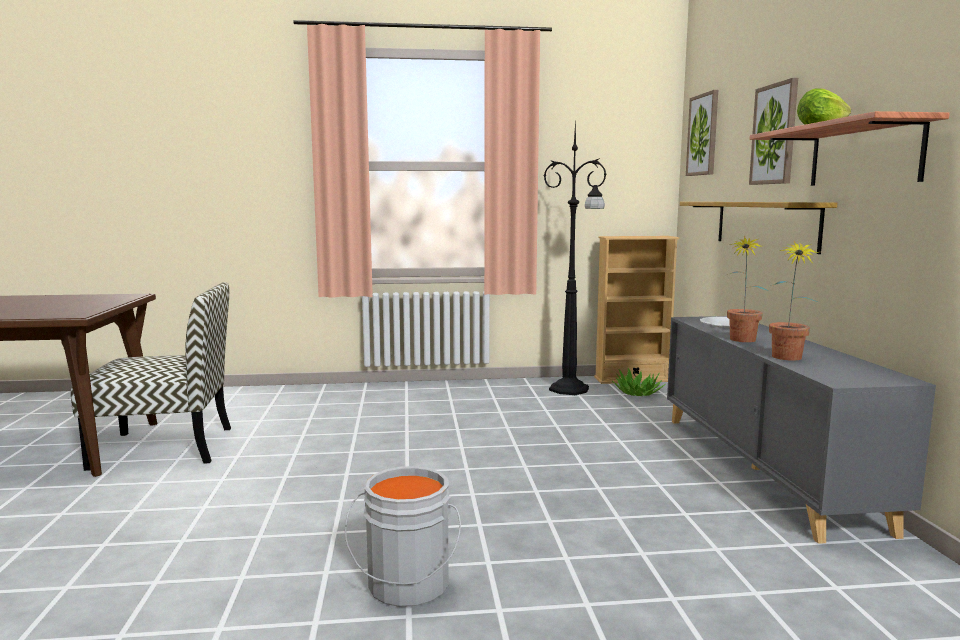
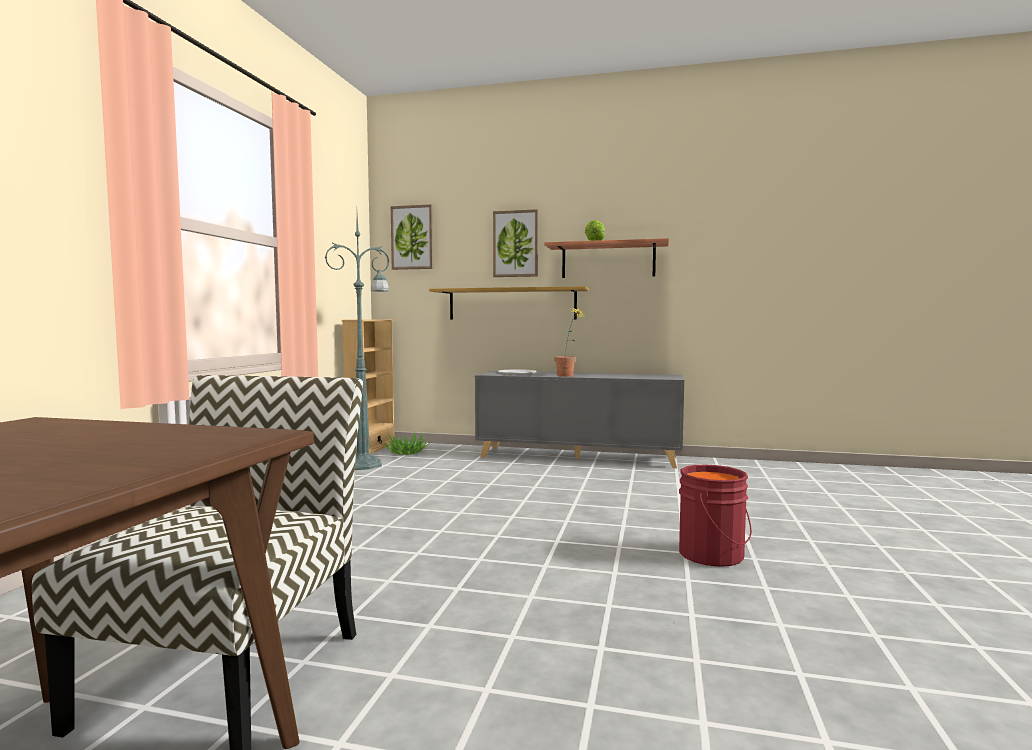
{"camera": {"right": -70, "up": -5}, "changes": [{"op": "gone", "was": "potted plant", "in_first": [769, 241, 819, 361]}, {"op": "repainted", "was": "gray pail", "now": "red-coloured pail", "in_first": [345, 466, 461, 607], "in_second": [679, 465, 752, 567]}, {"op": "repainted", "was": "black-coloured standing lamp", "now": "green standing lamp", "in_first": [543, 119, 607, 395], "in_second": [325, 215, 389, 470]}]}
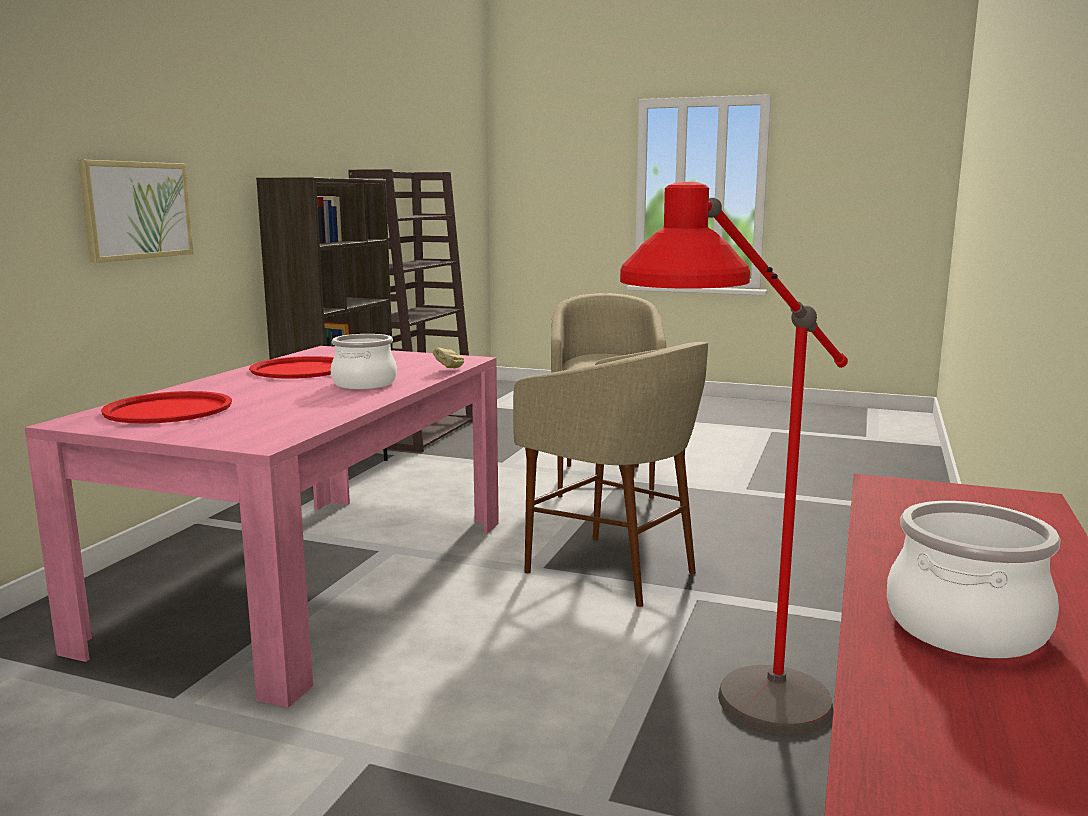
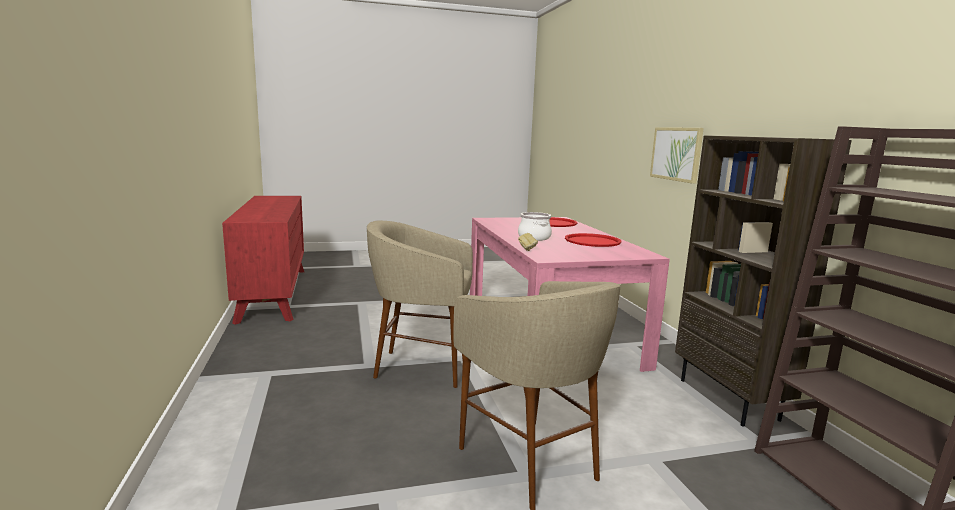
{"camera": {"right": 145, "up": 0}, "changes": [{"op": "gone", "was": "red-coloured standing lamp", "in_first": [620, 182, 848, 735]}, {"op": "gone", "was": "stockpot", "in_first": [887, 501, 1061, 658]}]}
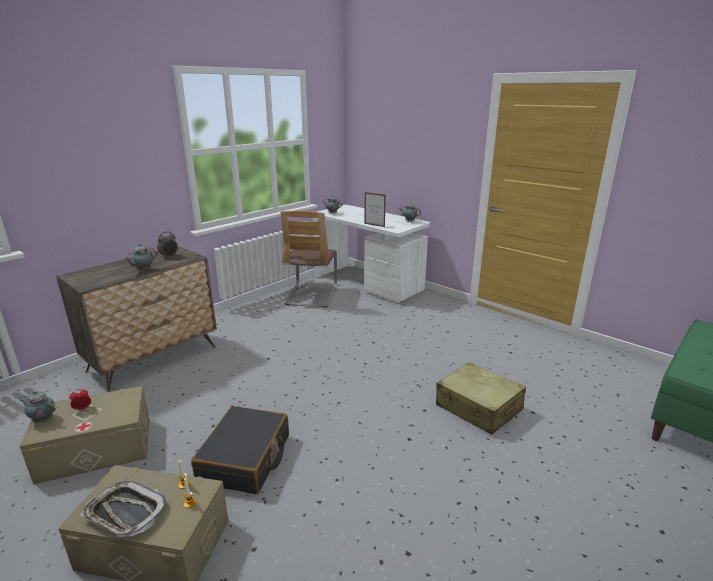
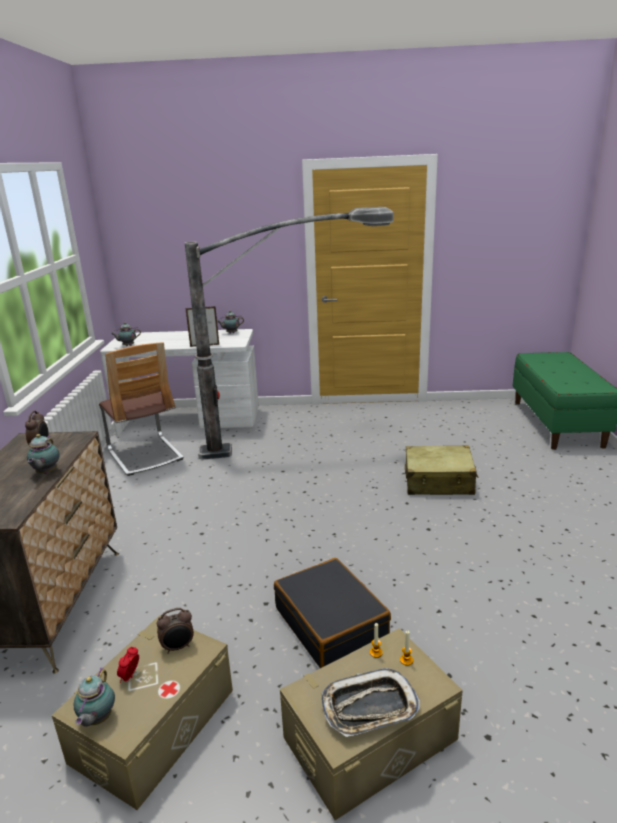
{"camera": {"right": -40, "up": 0}, "changes": [{"op": "new", "now": "bedside clock", "in_second": [157, 608, 194, 654]}, {"op": "new", "now": "standing lamp", "in_second": [185, 207, 394, 460]}, {"op": "rotated", "was": "teapot", "in_first": [20, 390, 56, 422], "in_second": [73, 667, 115, 727], "clockwise": -60}]}
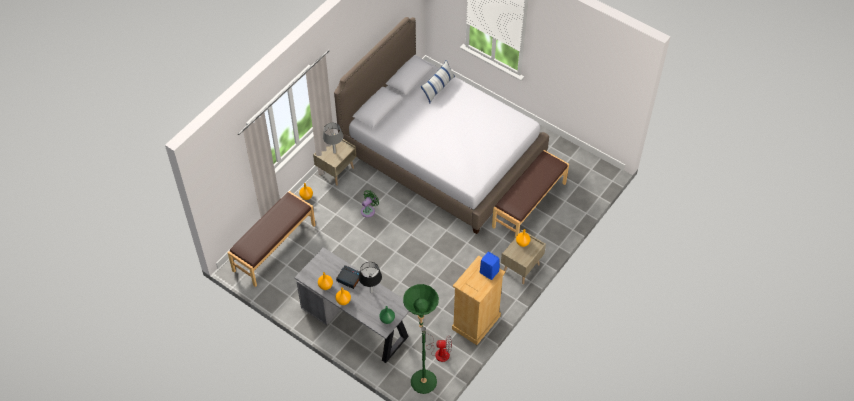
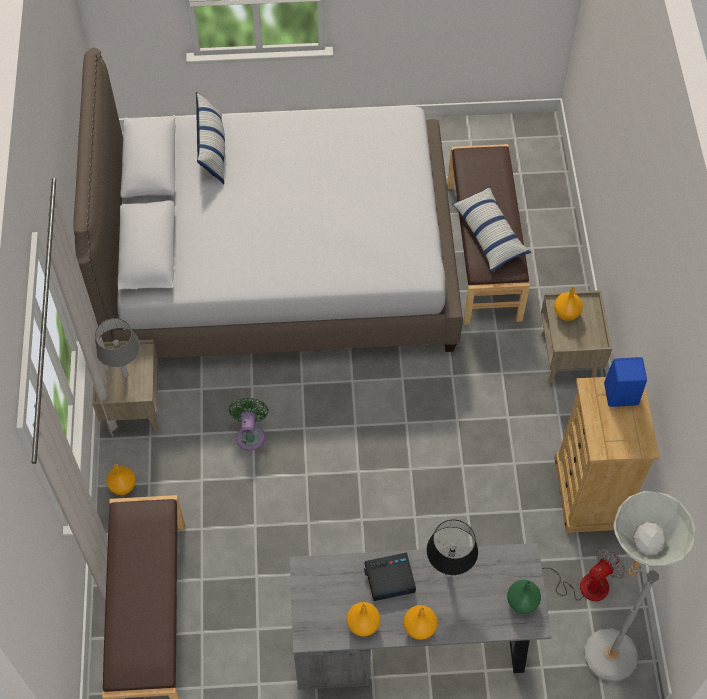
{"camera": {"right": -40, "up": 5}, "changes": [{"op": "new", "now": "throw pillow", "in_second": [452, 186, 531, 272]}, {"op": "repainted", "was": "green standing lamp", "now": "gray standing lamp", "in_first": [403, 284, 439, 394], "in_second": [584, 491, 696, 681]}]}
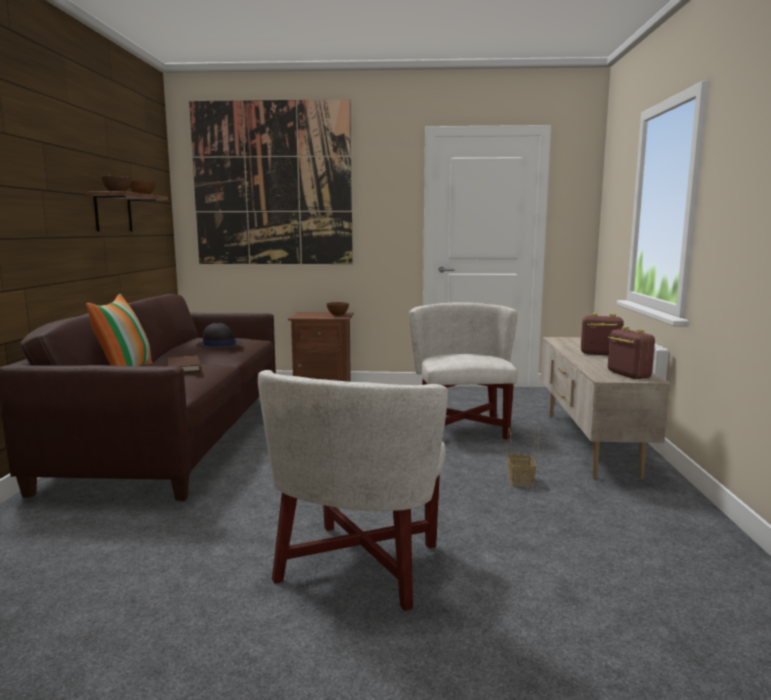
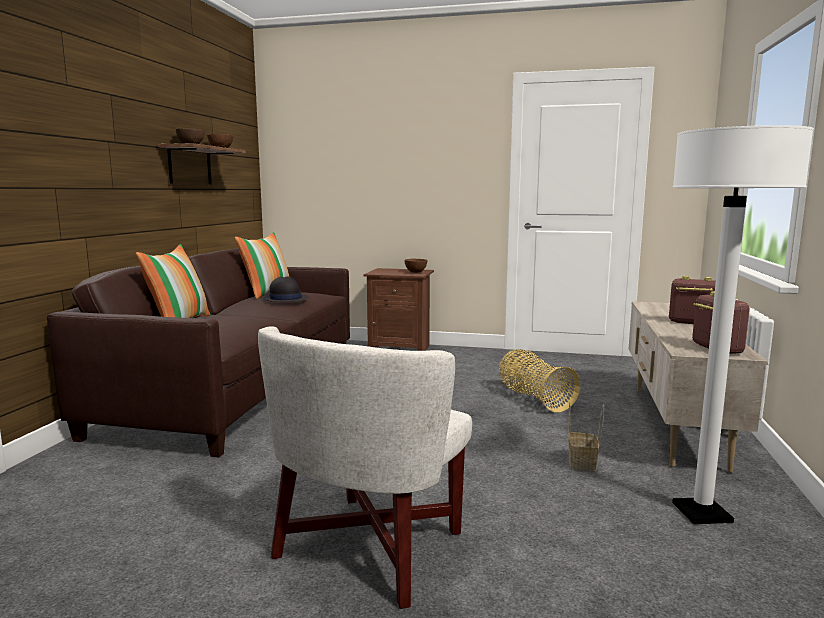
{"camera": {"right": 10, "up": 0}, "changes": [{"op": "gone", "was": "brown book", "in_first": [167, 356, 201, 373]}, {"op": "gone", "was": "wall picture", "in_first": [189, 99, 353, 264]}, {"op": "new", "now": "throw pillow", "in_second": [234, 232, 289, 299]}, {"op": "new", "now": "whitish standing lamp", "in_second": [672, 125, 814, 524]}, {"op": "swapped", "was": "whitish lounge chair", "now": "basket", "in_first": [409, 302, 518, 439], "in_second": [499, 349, 580, 412]}]}
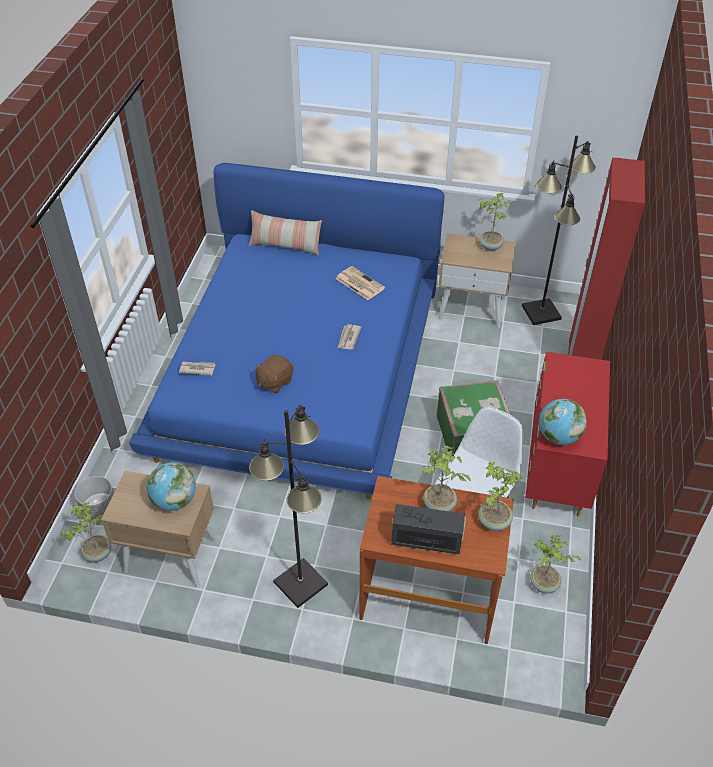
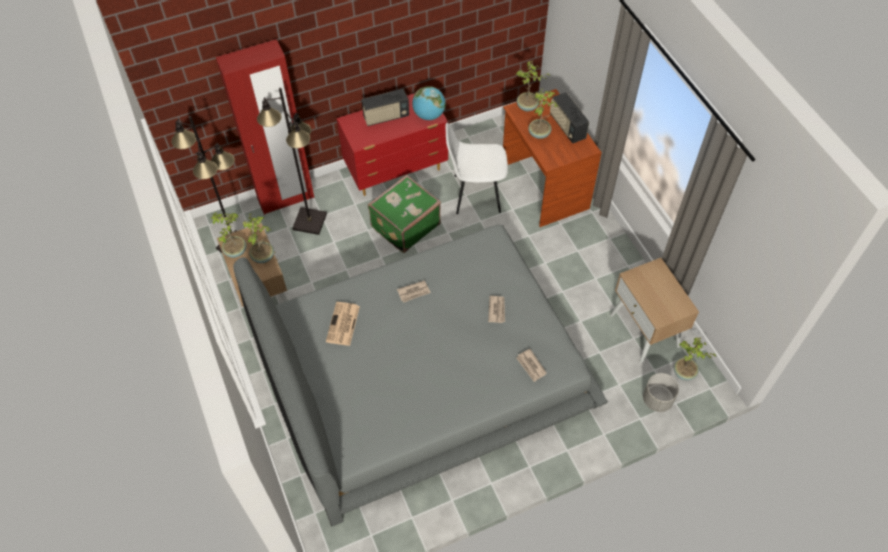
{"camera": {"right": -125, "up": 10}, "changes": [{"op": "gone", "was": "world globe", "in_first": [147, 462, 196, 511]}, {"op": "gone", "was": "throw pillow", "in_first": [249, 210, 322, 256]}, {"op": "new", "now": "radio receiver", "in_second": [361, 89, 409, 126]}, {"op": "shifted", "was": "black-coloured standing lamp", "in_first": [249, 405, 328, 608], "in_second": [257, 88, 327, 235]}, {"op": "shifted", "was": "potted plant", "in_first": [530, 535, 581, 594], "in_second": [243, 213, 274, 263]}, {"op": "swapped", "was": "brown plush toy", "now": "newspaper", "in_first": [255, 355, 294, 393], "in_second": [488, 296, 505, 323]}, {"op": "repainted", "was": "bluish bed", "now": "gray bed", "in_first": [129, 163, 444, 499], "in_second": [233, 225, 608, 526]}]}
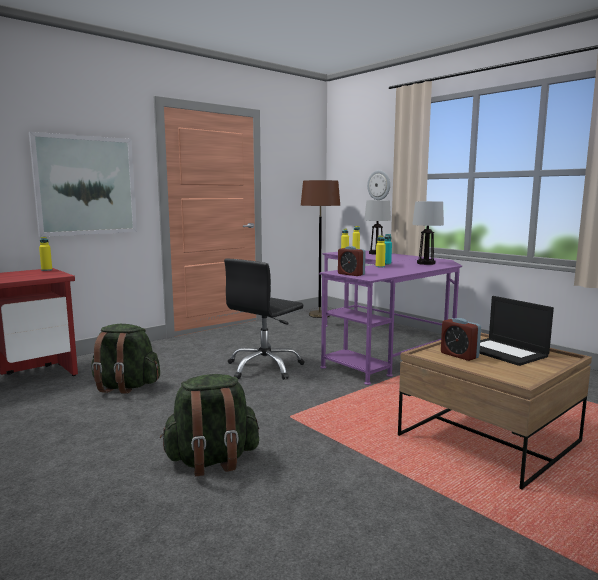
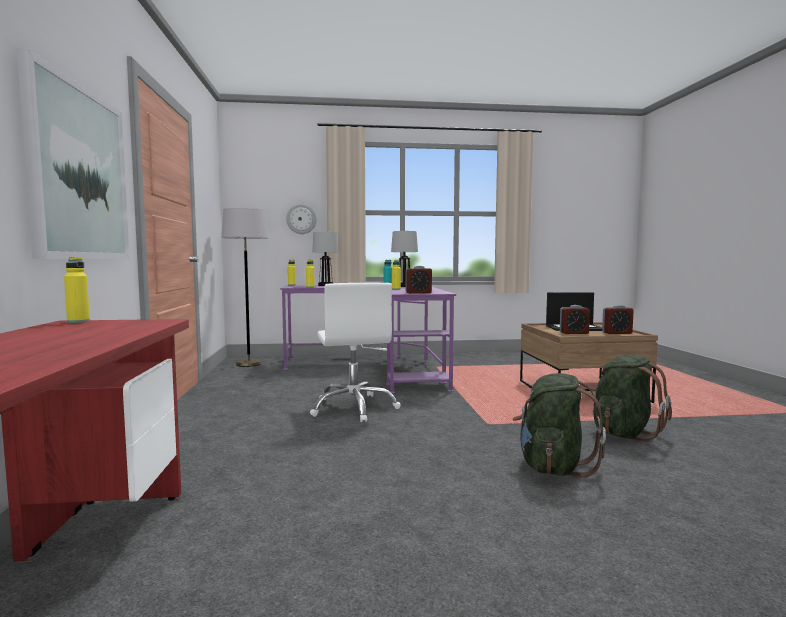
{"camera": {"right": -55, "up": -5}, "changes": [{"op": "new", "now": "bedside clock", "in_second": [602, 305, 634, 334]}, {"op": "shifted", "was": "green backpack", "in_first": [91, 324, 160, 394], "in_second": [592, 356, 672, 442]}, {"op": "repainted", "was": "black-coloured computer chair", "now": "whitish computer chair", "in_first": [224, 259, 305, 380], "in_second": [310, 283, 401, 422]}, {"op": "repainted", "was": "brown standing lamp", "now": "gray standing lamp", "in_first": [301, 180, 340, 318], "in_second": [221, 208, 268, 367]}]}
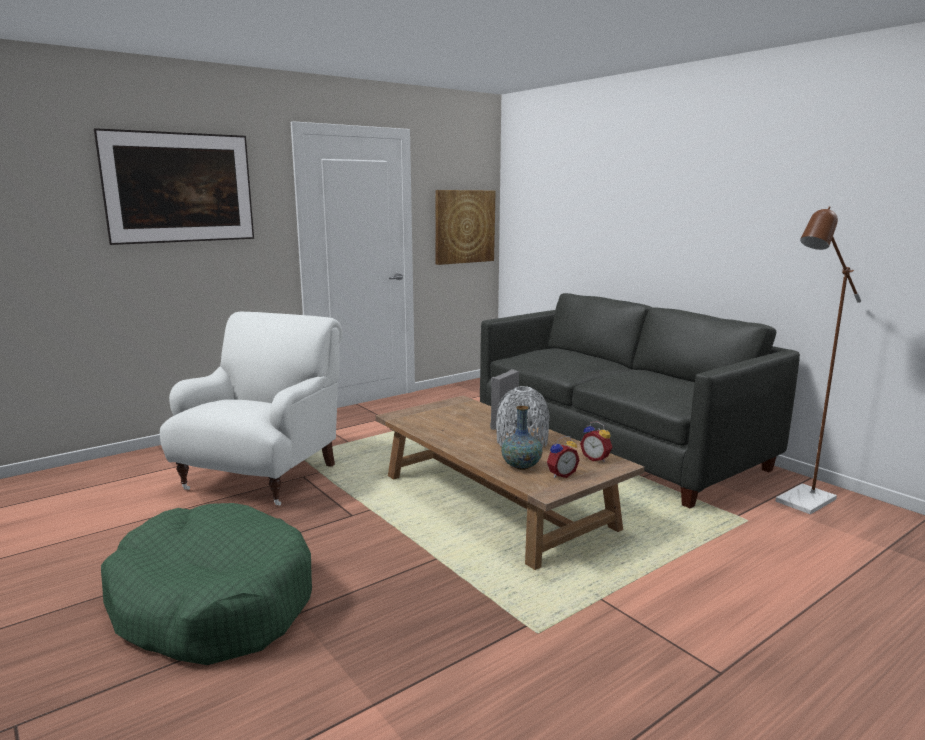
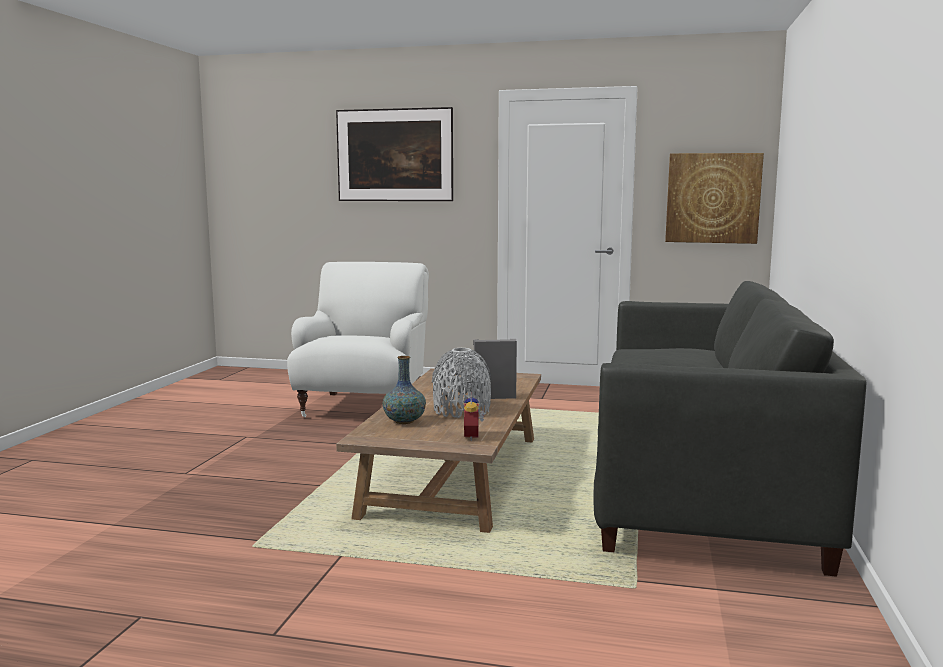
{"camera": {"right": 50, "up": -5}, "changes": [{"op": "gone", "was": "green dog bed", "in_first": [101, 503, 312, 665]}, {"op": "gone", "was": "bedside clock", "in_first": [547, 436, 579, 478]}, {"op": "gone", "was": "brown standing lamp", "in_first": [775, 206, 861, 514]}, {"op": "rotated", "was": "whitish lounge chair", "in_first": [160, 312, 343, 506], "in_second": [287, 262, 429, 417], "clockwise": -60}]}
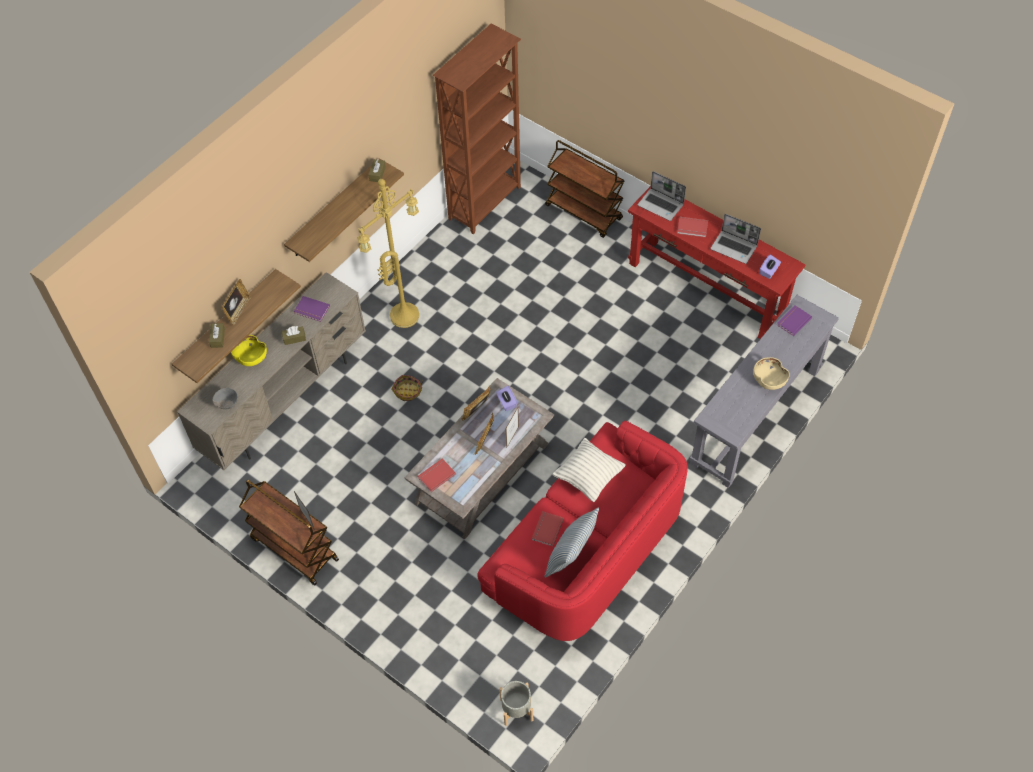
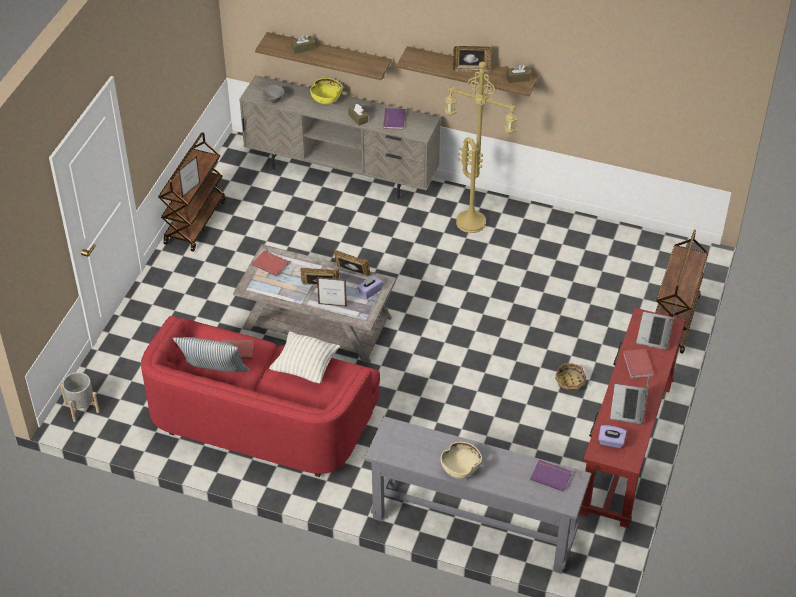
{"camera": {"right": 70, "up": -10}, "changes": [{"op": "gone", "was": "brown shelving unit", "in_first": [433, 24, 521, 234]}, {"op": "shifted", "was": "standing frame", "in_first": [222, 279, 252, 326], "in_second": [453, 46, 491, 73]}, {"op": "shifted", "was": "basket", "in_first": [392, 375, 423, 401], "in_second": [555, 363, 588, 391]}]}
